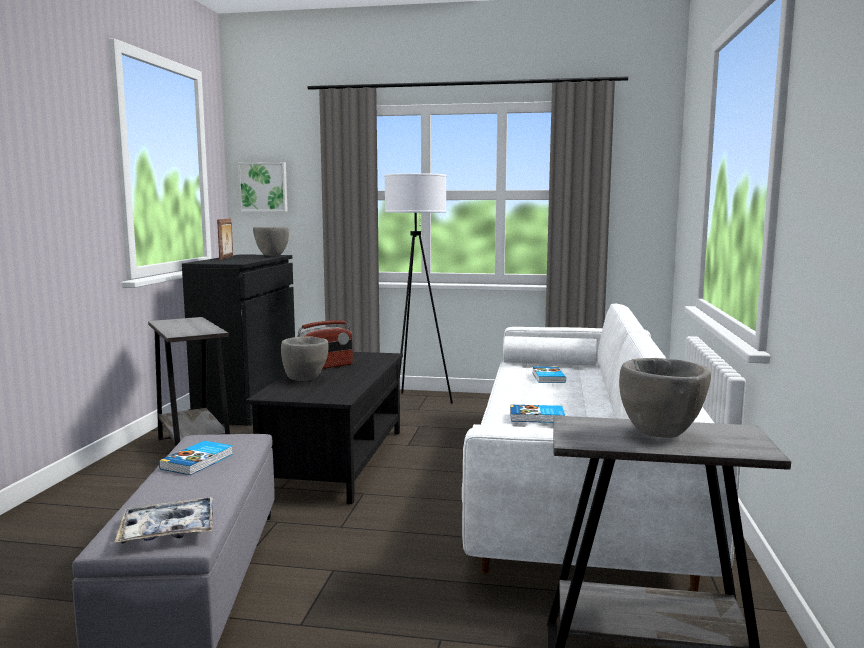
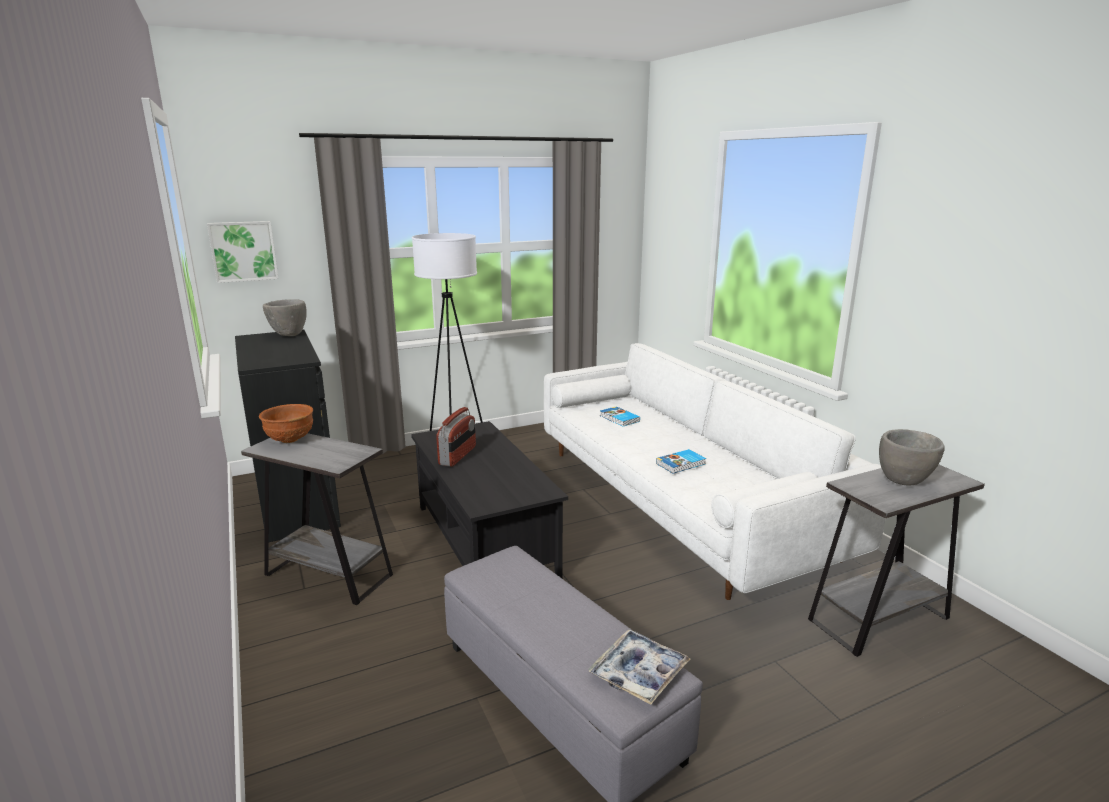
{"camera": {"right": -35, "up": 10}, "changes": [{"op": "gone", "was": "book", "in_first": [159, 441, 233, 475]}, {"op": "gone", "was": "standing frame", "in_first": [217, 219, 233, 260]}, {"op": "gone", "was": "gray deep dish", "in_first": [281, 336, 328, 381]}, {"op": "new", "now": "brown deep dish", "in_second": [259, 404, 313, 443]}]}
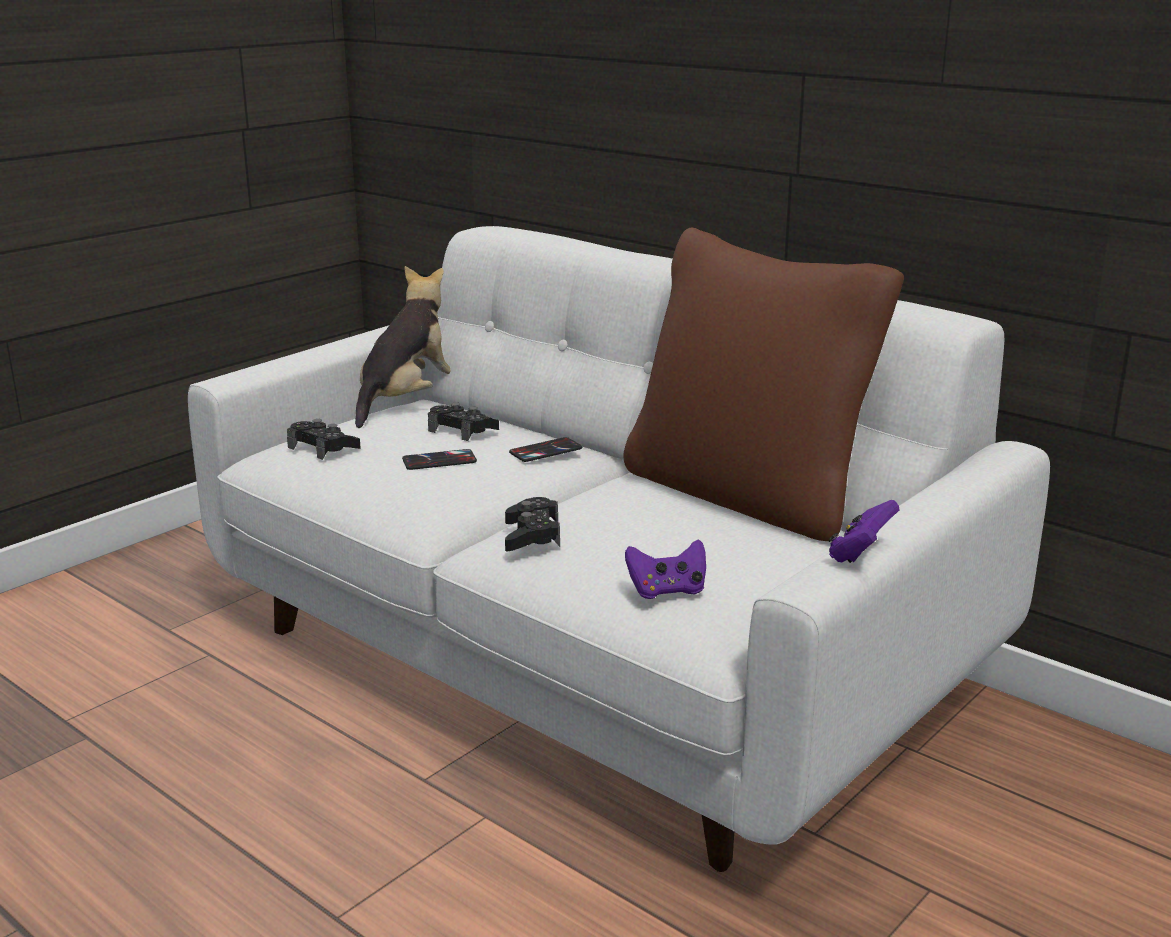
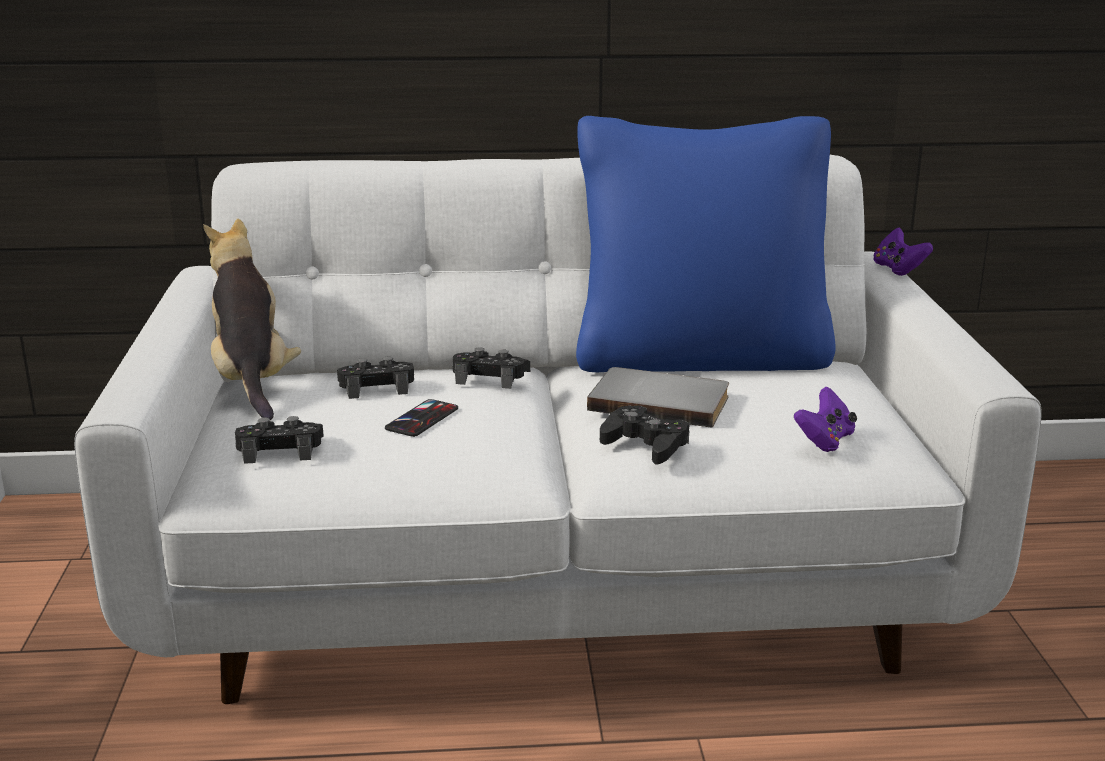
{"camera": {"right": -45, "up": 0}, "changes": [{"op": "new", "now": "gray book", "in_second": [587, 367, 729, 428]}, {"op": "shifted", "was": "purple-coloured gamepad", "in_first": [829, 500, 900, 563], "in_second": [873, 227, 933, 276]}, {"op": "swapped", "was": "handset", "now": "black-coloured gamepad", "in_first": [509, 437, 582, 462], "in_second": [453, 347, 530, 389]}, {"op": "repainted", "was": "brown throw pillow", "now": "bluish throw pillow", "in_first": [624, 228, 904, 541], "in_second": [576, 116, 836, 372]}]}
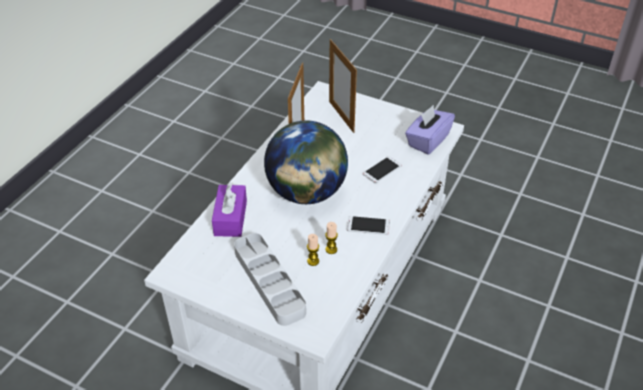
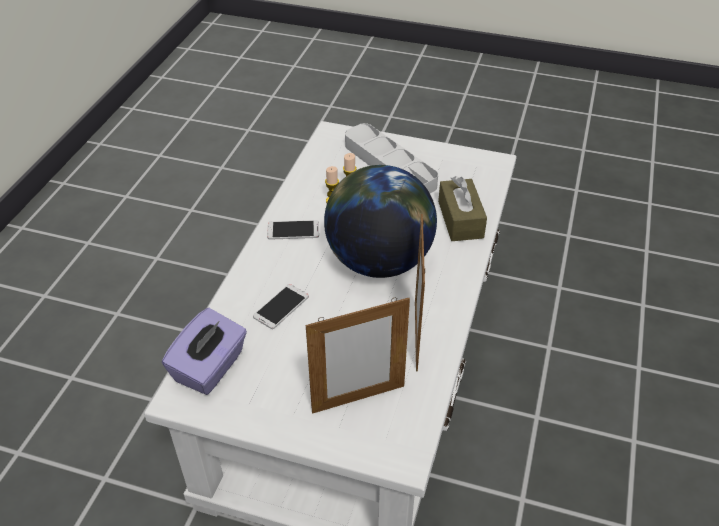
{"camera": {"right": 170, "up": 0}, "changes": [{"op": "repainted", "was": "purple-coloured box of tissues", "now": "brown box of tissues", "in_first": [212, 182, 247, 237], "in_second": [438, 176, 487, 241]}, {"op": "rotated", "was": "standing frame", "in_first": [329, 39, 357, 133], "in_second": [306, 298, 410, 414], "clockwise": 105}]}
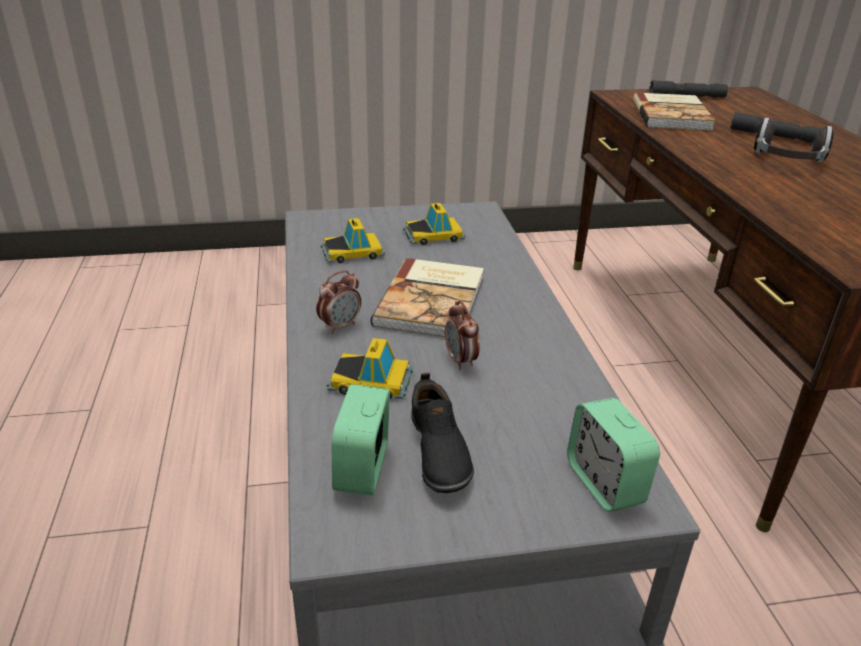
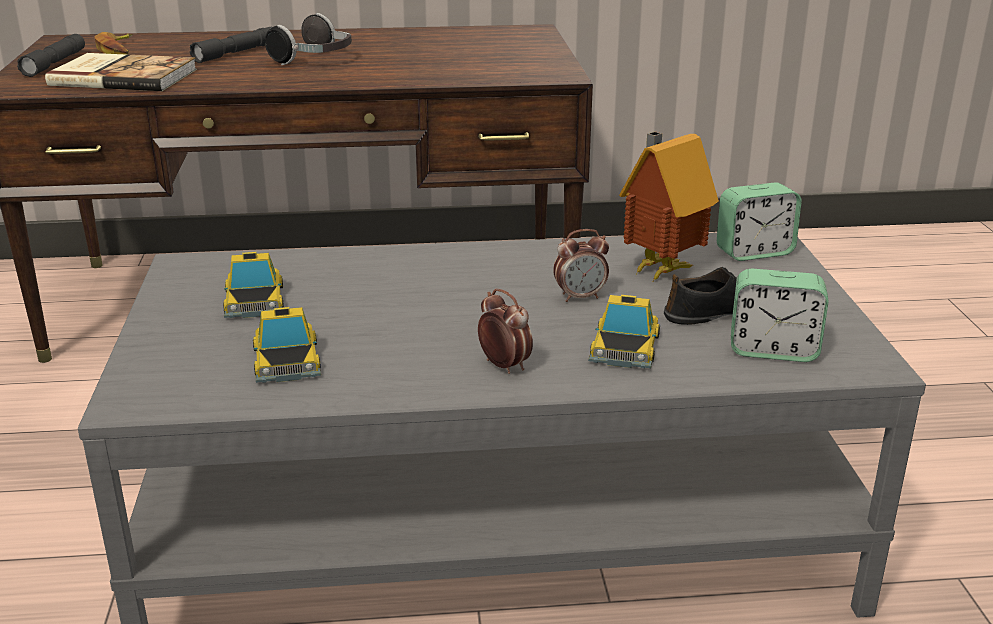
{"camera": {"right": -85, "up": -5}, "changes": [{"op": "gone", "was": "book", "in_first": [371, 258, 484, 338]}, {"op": "new", "now": "whole banana", "in_second": [94, 32, 133, 55]}, {"op": "new", "now": "model house", "in_second": [619, 131, 719, 281]}]}
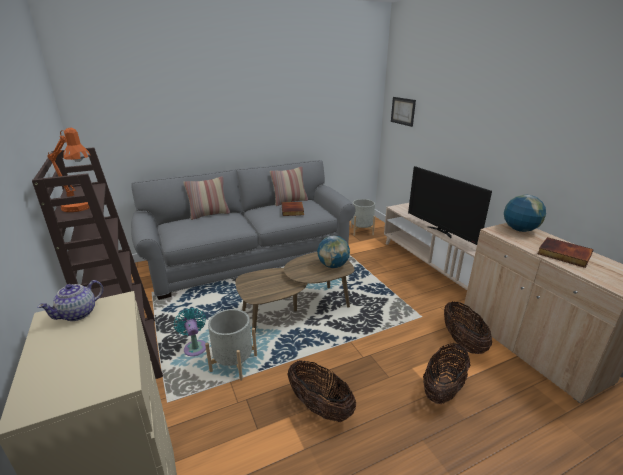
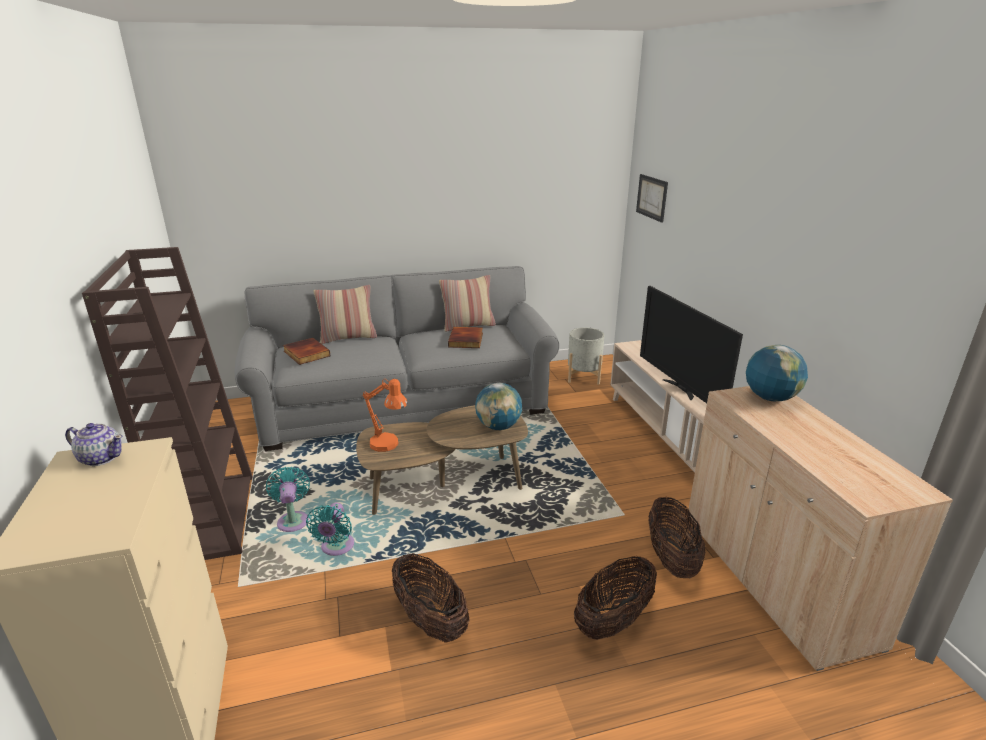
{"camera": {"right": 10, "up": 0}, "changes": [{"op": "shifted", "was": "orange table lamp", "in_first": [47, 128, 91, 212], "in_second": [362, 379, 408, 452]}, {"op": "shifted", "was": "book", "in_first": [537, 237, 594, 268], "in_second": [283, 338, 331, 365]}, {"op": "swapped", "was": "gray plant pot", "now": "turquoise-coloured cooling fan", "in_first": [205, 309, 257, 381], "in_second": [306, 502, 354, 556]}, {"op": "rotated", "was": "teapot", "in_first": [37, 280, 103, 321], "in_second": [65, 423, 123, 466], "clockwise": -120}]}
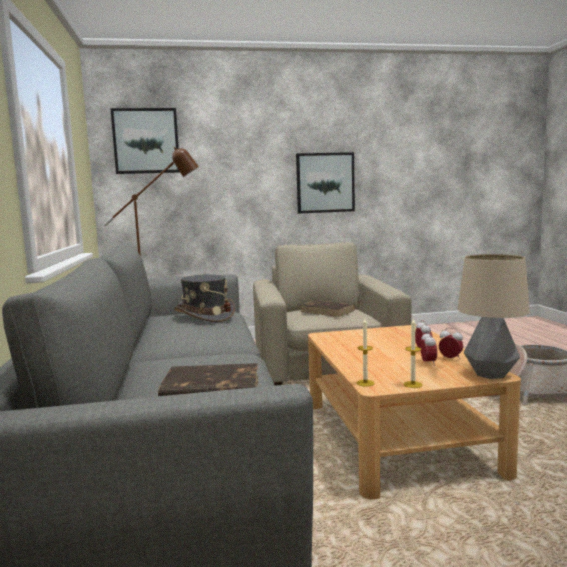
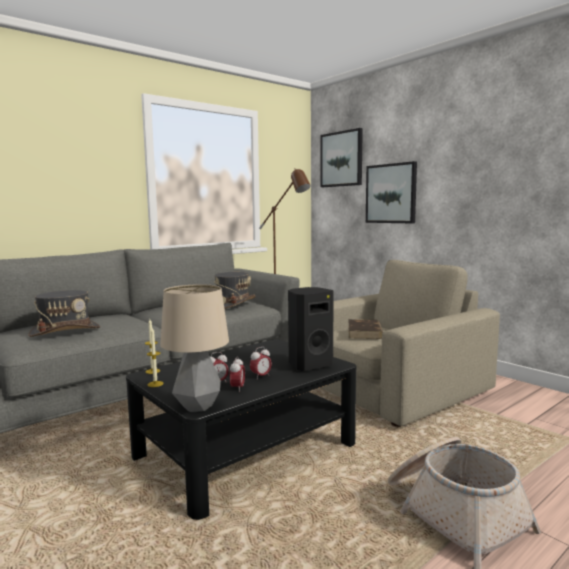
{"camera": {"right": 60, "up": 0}, "changes": [{"op": "new", "now": "black-coloured speaker", "in_second": [288, 287, 334, 371]}, {"op": "shifted", "was": "wall picture", "in_first": [296, 152, 355, 213], "in_second": [366, 161, 417, 223]}, {"op": "swapped", "was": "brown book", "now": "gray clothing hat", "in_first": [158, 363, 258, 396], "in_second": [28, 290, 100, 337]}, {"op": "repainted", "was": "beige low table", "now": "black-coloured low table", "in_first": [308, 325, 521, 500], "in_second": [126, 339, 357, 520]}]}
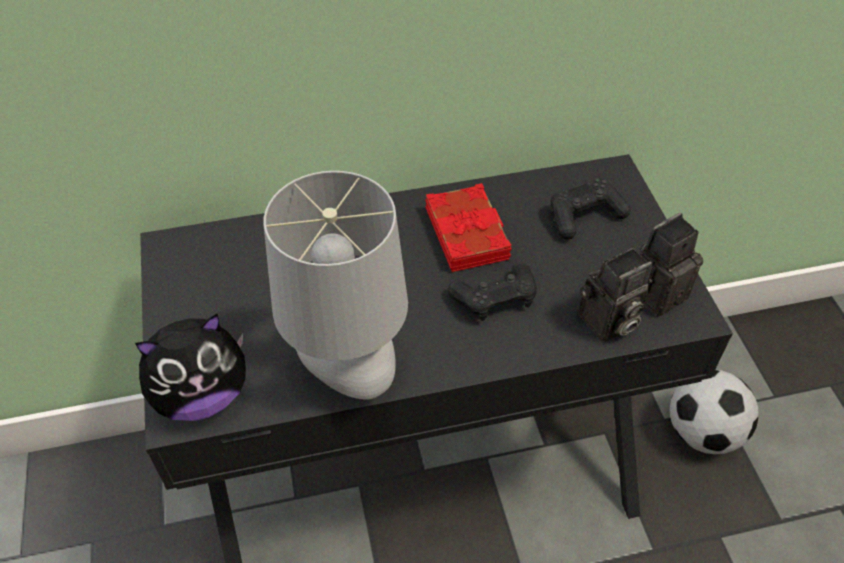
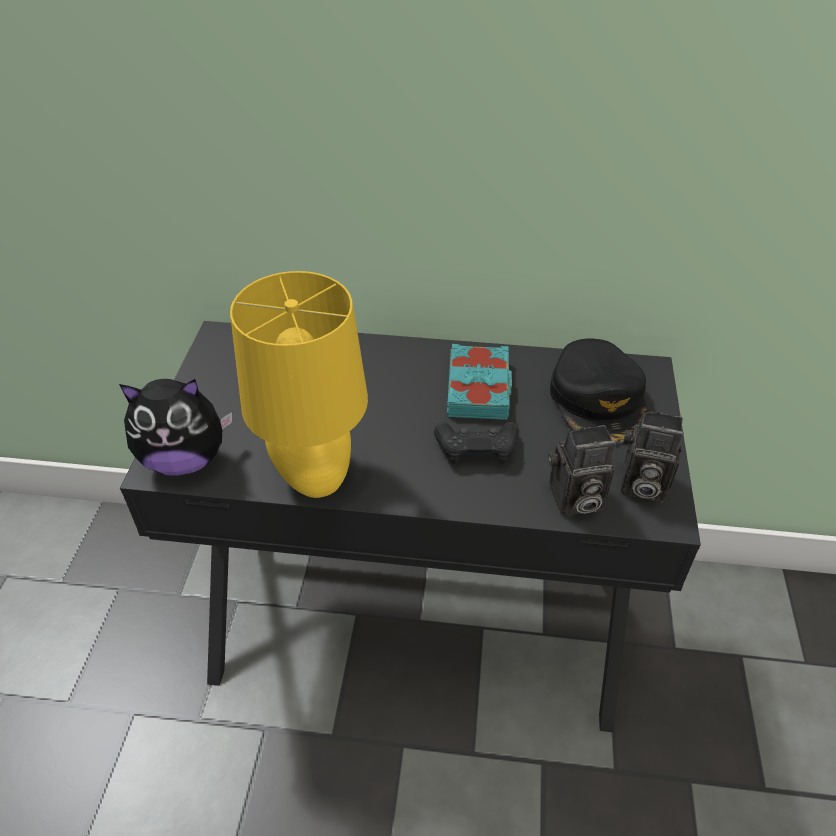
{"camera": {"right": 20, "up": -5}, "changes": [{"op": "gone", "was": "football", "in_first": [670, 370, 759, 454]}, {"op": "swapped", "was": "black-coloured gamepad", "now": "black-coloured cap", "in_first": [551, 178, 631, 239], "in_second": [550, 338, 647, 447]}, {"op": "repainted", "was": "gray table lamp", "now": "yellow table lamp", "in_first": [264, 171, 408, 400], "in_second": [230, 271, 368, 498]}, {"op": "repainted", "was": "red-coloured book", "now": "turquoise-coloured book", "in_first": [425, 183, 512, 272], "in_second": [447, 344, 512, 420]}, {"op": "rotated", "was": "photo camera", "in_first": [640, 213, 703, 316], "in_second": [620, 410, 684, 502], "clockwise": -150}]}
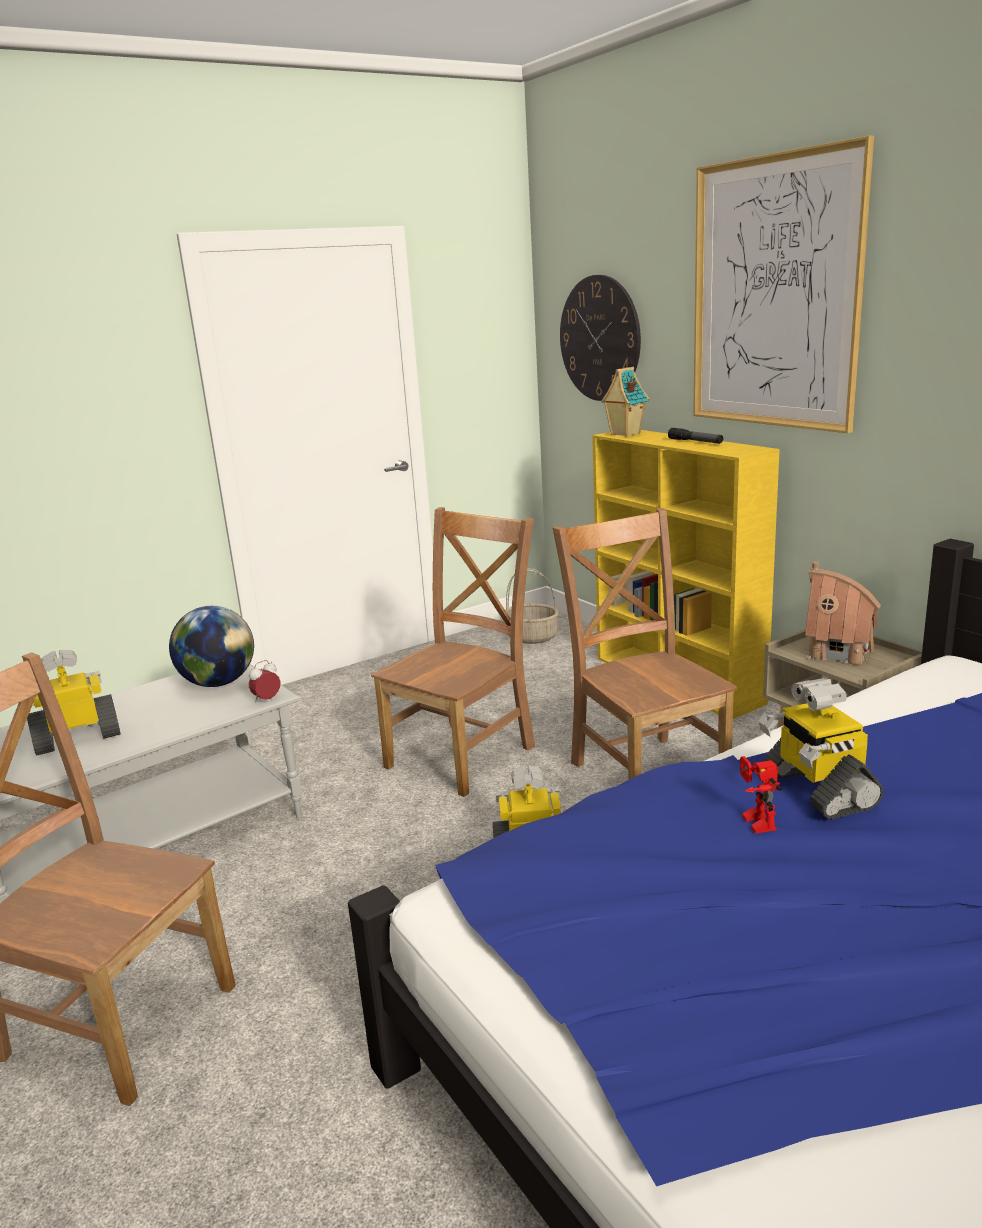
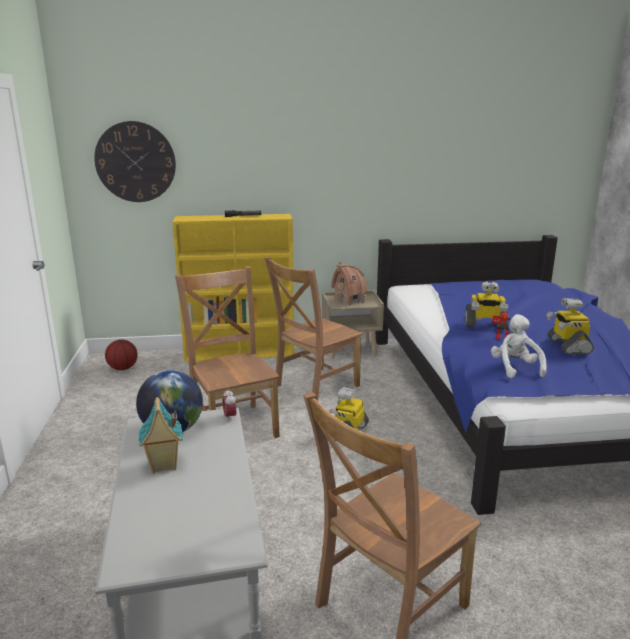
{"camera": {"right": -65, "up": 0}, "changes": [{"op": "gone", "was": "wall picture", "in_first": [693, 136, 874, 433]}, {"op": "new", "now": "whitish plush toy", "in_second": [491, 314, 546, 378]}, {"op": "shifted", "was": "toy robot", "in_first": [27, 650, 121, 756], "in_second": [546, 298, 594, 355]}, {"op": "shifted", "was": "model house", "in_first": [601, 367, 649, 437], "in_second": [139, 397, 183, 474]}, {"op": "swapped", "was": "basket", "now": "basketball", "in_first": [505, 568, 559, 644], "in_second": [105, 340, 138, 370]}, {"op": "rotated", "was": "brown plain chair", "in_first": [553, 508, 737, 780], "in_second": [264, 257, 363, 400], "clockwise": -45}]}
